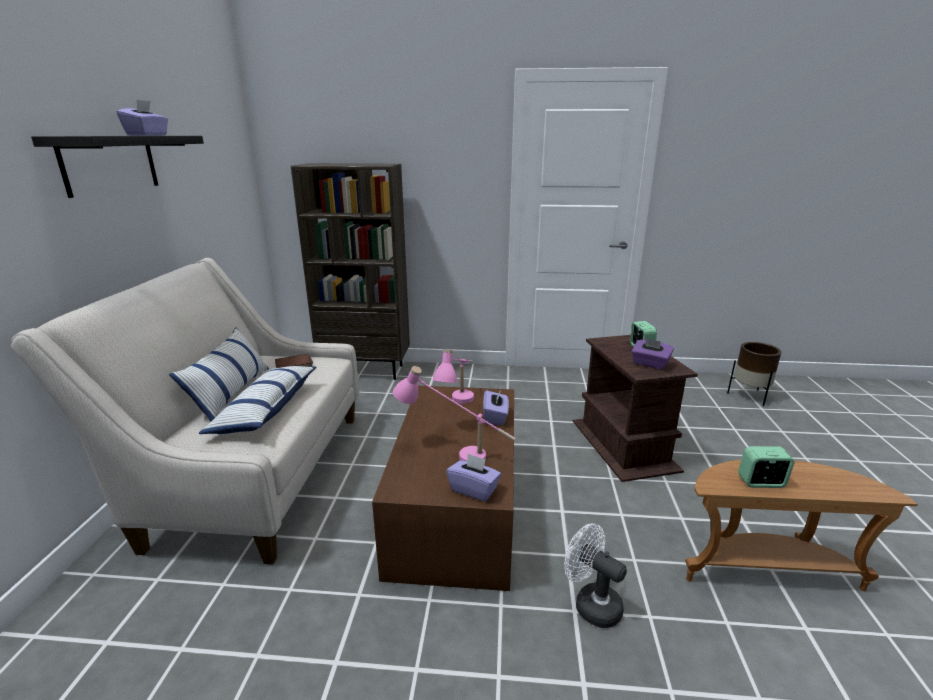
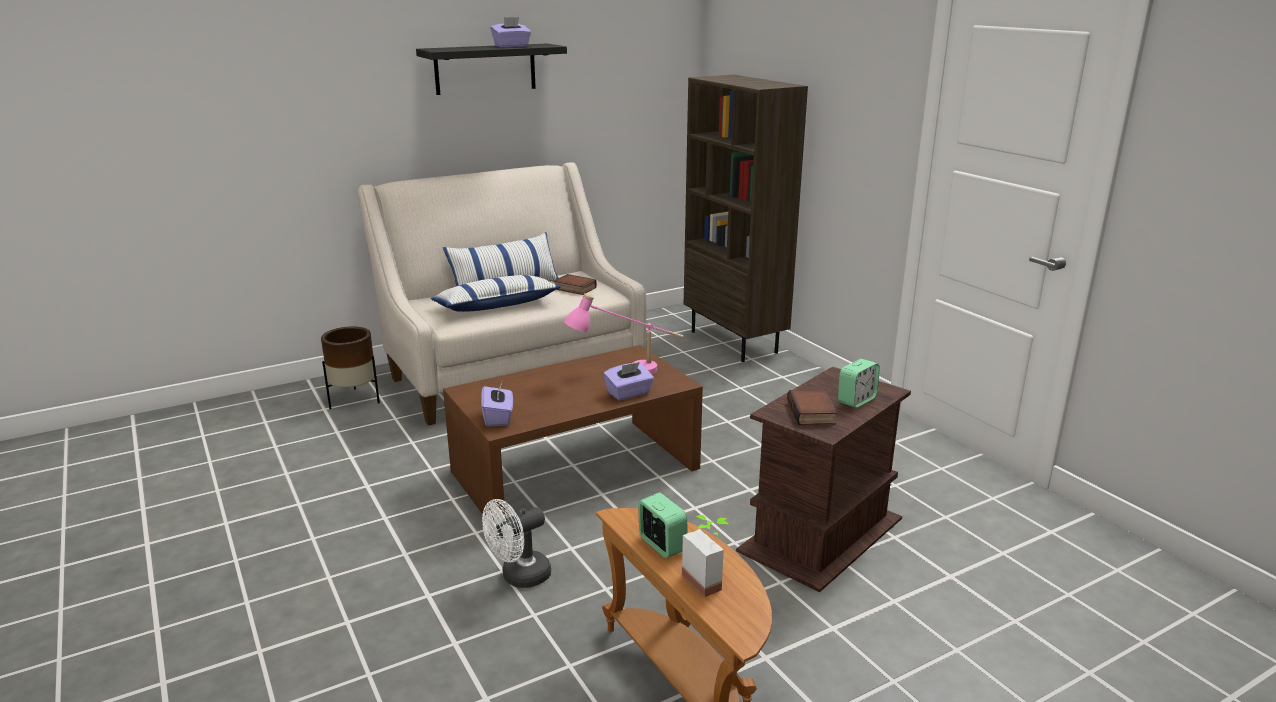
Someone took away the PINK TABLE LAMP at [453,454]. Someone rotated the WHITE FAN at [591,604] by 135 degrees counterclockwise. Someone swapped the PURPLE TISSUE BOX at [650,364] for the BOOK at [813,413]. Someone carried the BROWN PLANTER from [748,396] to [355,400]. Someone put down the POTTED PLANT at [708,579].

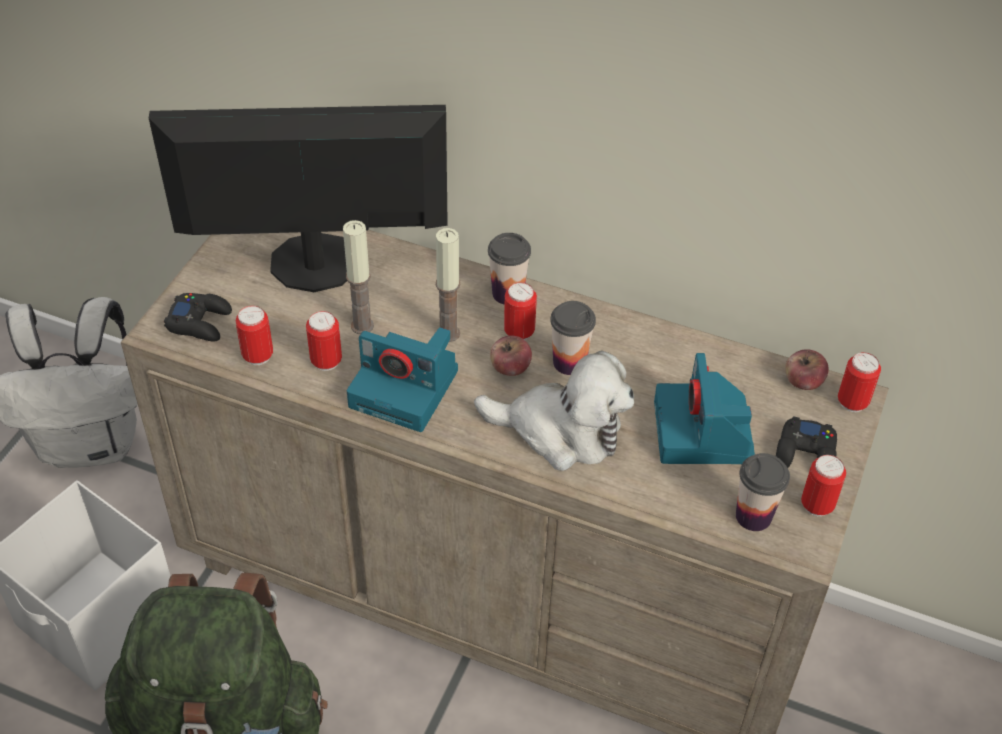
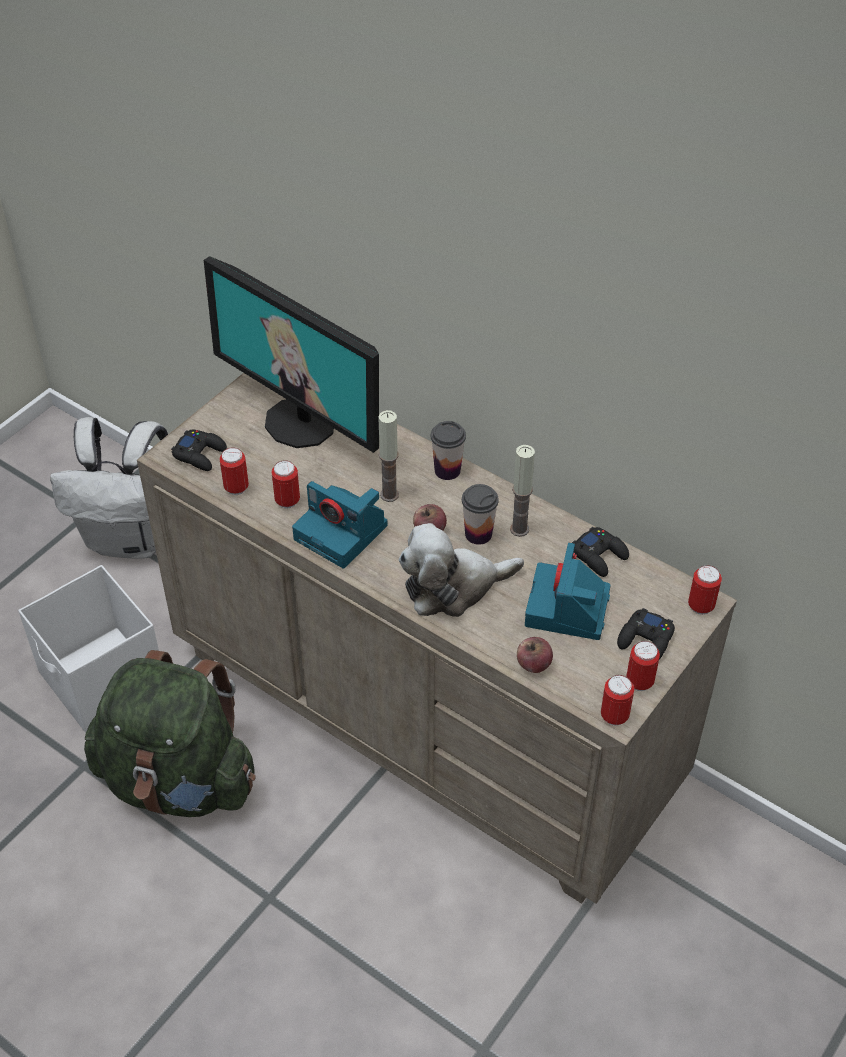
Someone rotated the MONITOR at [314,264] by 150 degrees counterclockwise. Someone carried the CANDLE from [362,326] to [519,529]. Someone rotated the PLUSH TOY at [561,431] by 135 degrees clockwise. Someone carried the CAN from [519,332] to [614,716]. Someone took away the CUP at [753,516]. Someone carried the APPLE from [802,382] to [533,664]. Someone put down the BLACK GAME CONTROLLER at [599,555].

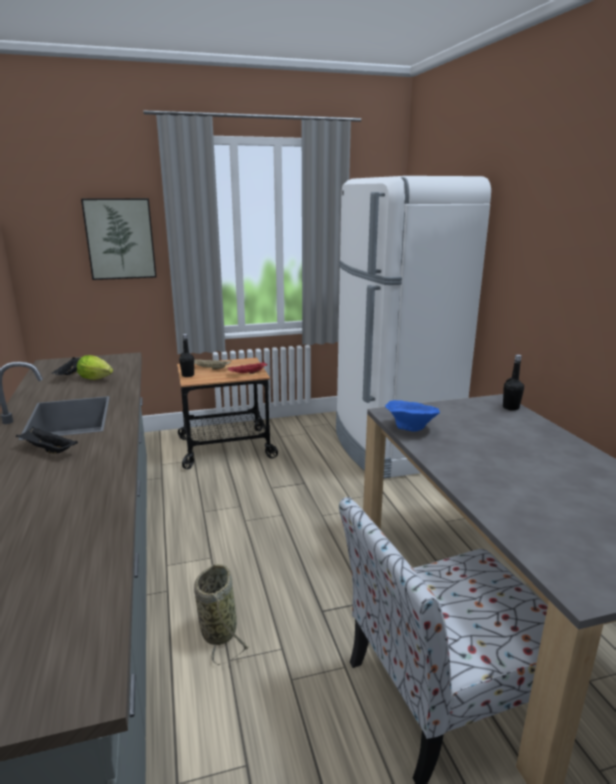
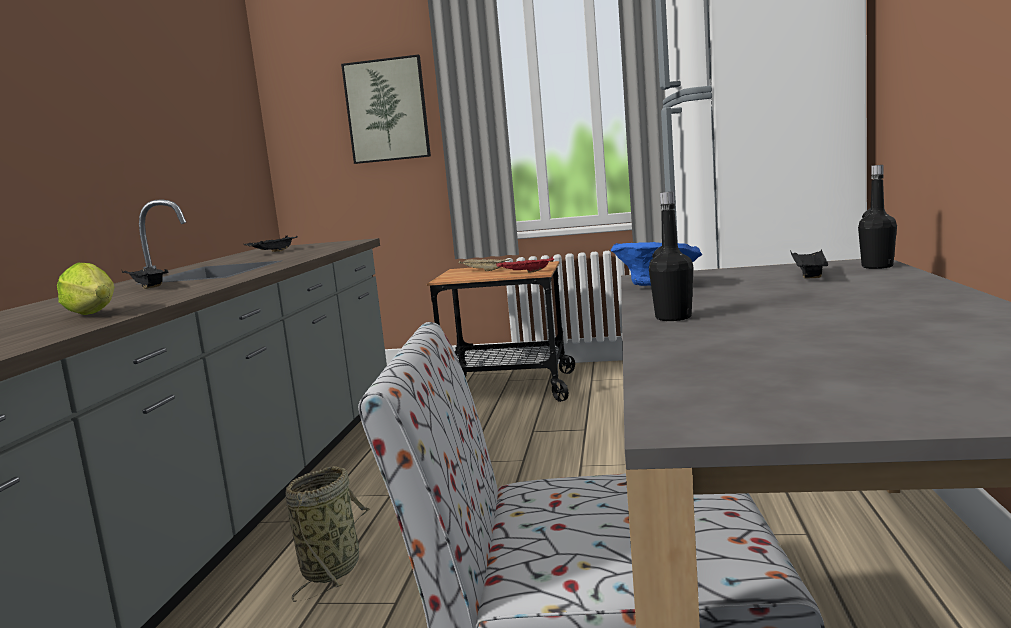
Someone carried the LETTUCE from [97,379] to [95,314]. Someone carried the BLACK BOTTLE from [188,375] to [673,318]. Someone put down the BLACK TRAY at [809,276].

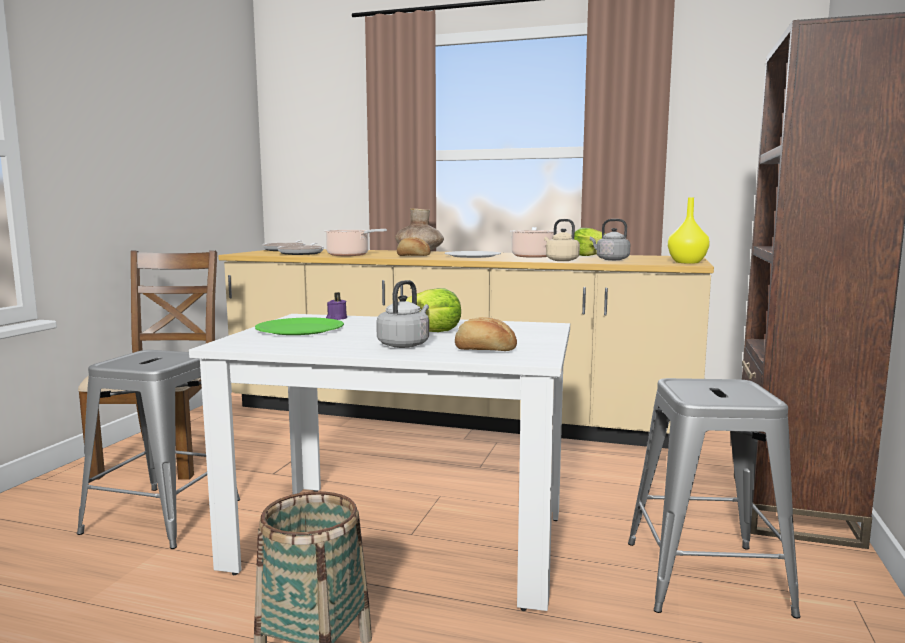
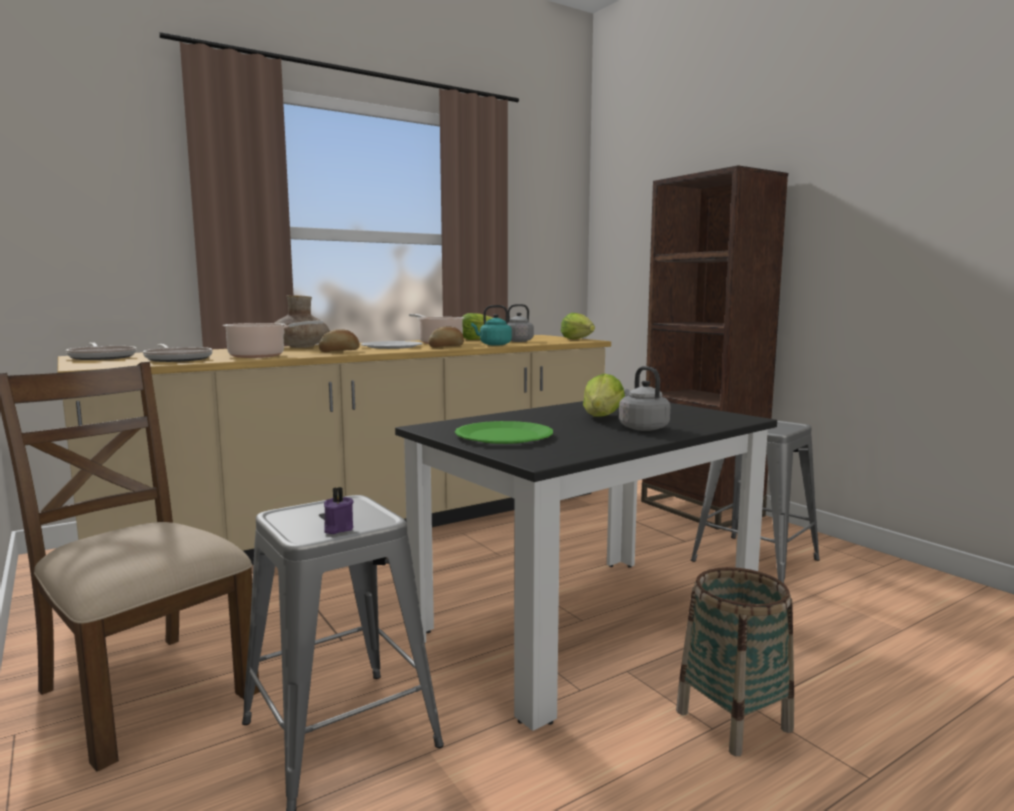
Someone repainted the WHITE DINING TABLE at [401,540], which became the BLACK DINING TABLE at [587,627]. Someone carried the PURPLE CANDLE from [336,318] to [337,528]. Someone carried the BREAD from [485,350] to [447,347]. Someone repainted the BEIGE KETTLE at [560,260], which became the TURQUOISE KETTLE at [493,344]. Someone swapped the YELLOW VASE at [687,262] for the LETTUCE at [577,339].

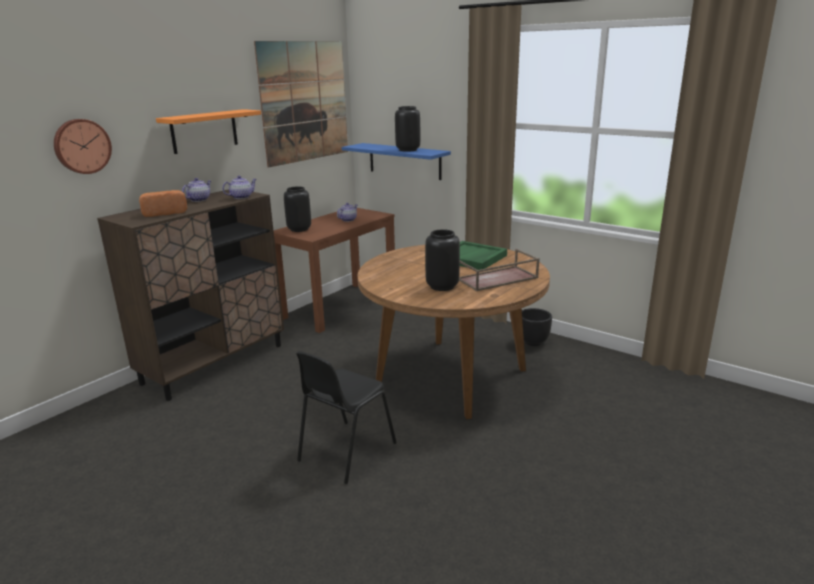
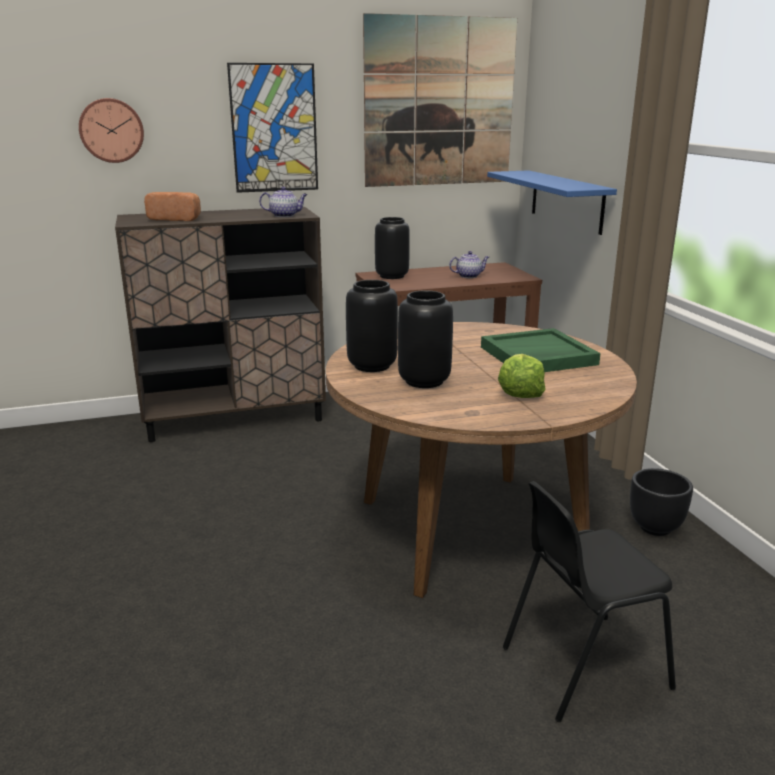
Someone swapped the ORANGE SHELF at [204,131] for the PICTURE at [274,128]. Someone took away the TEAPOT at [199,200]. Someone carried the BLACK CHAIR from [345,452] to [582,666]. Someone carried the BLACK VASE from [408,150] to [372,366]. Someone swapped the BROWN TRAY at [497,279] for the LETTUCE at [520,392].

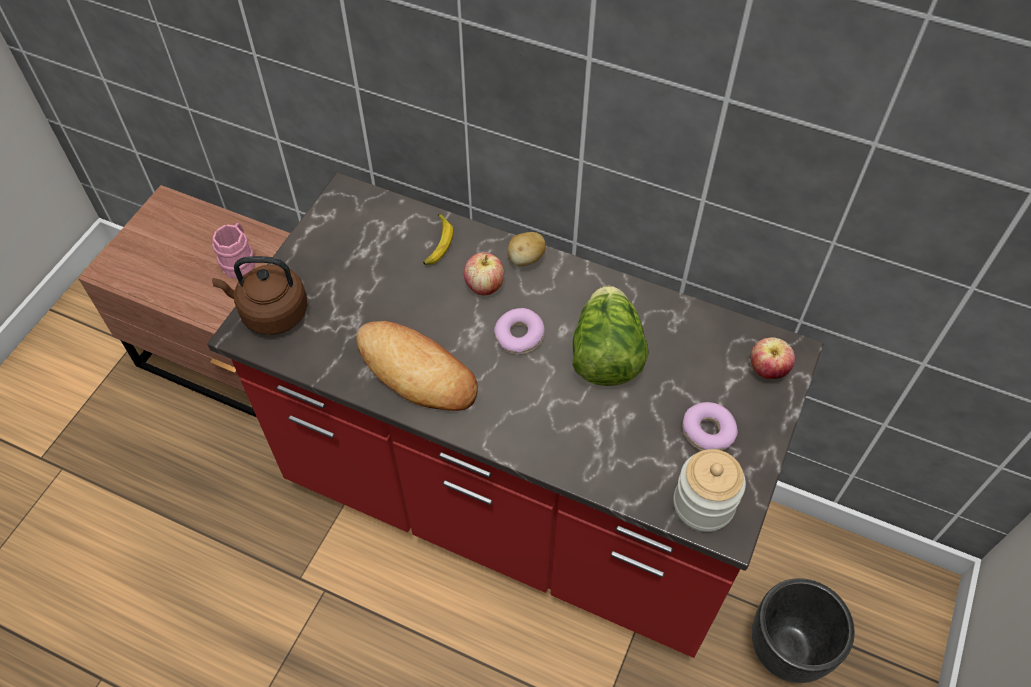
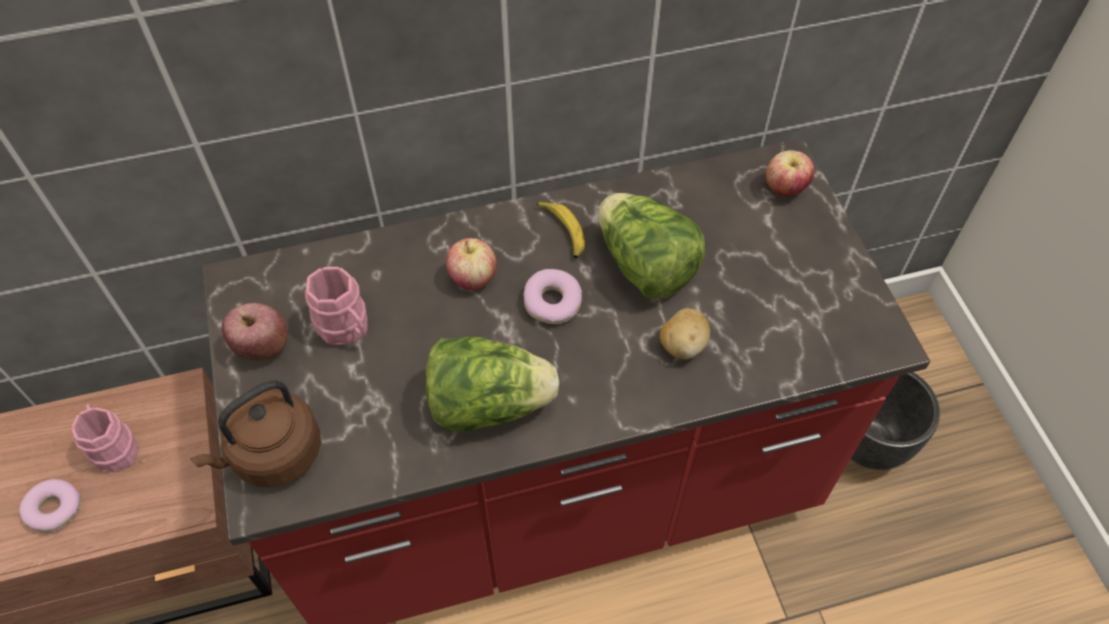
Someone swapped the BREAD at [417,371] for the LETTUCE at [488,404]. Someone carried the BANANA from [437,244] to [563,232]. Someone carried the POTATO from [525,259] to [682,345]. Someone took away the JAR at [703,504]. Someone carried the DONUT from [708,432] to [55,509]. Someone put down the APPLE at [262,347]. Someone put down the PINK MUG at [347,329].

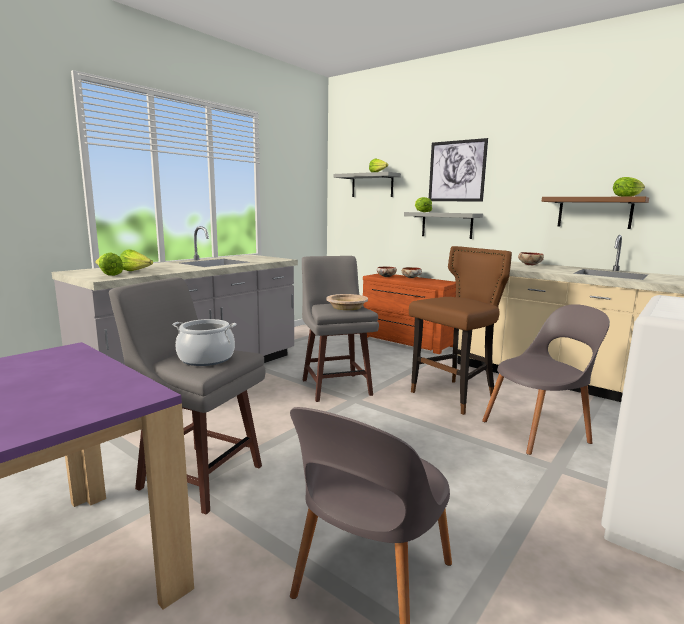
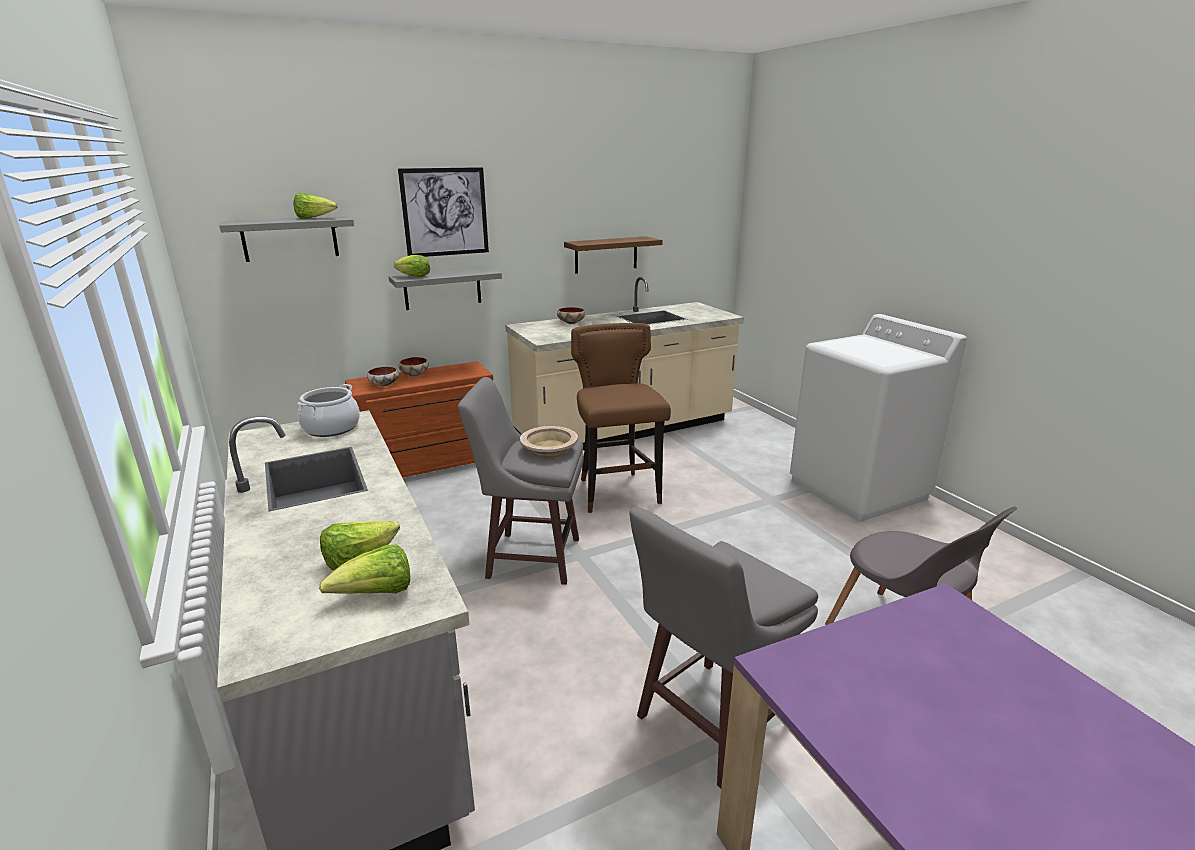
Someone carried the COOKING POT from [206,359] to [331,428]. Someone took away the GREY CHAIR at [538,431]. Someone took away the LETTUCE at [627,196].

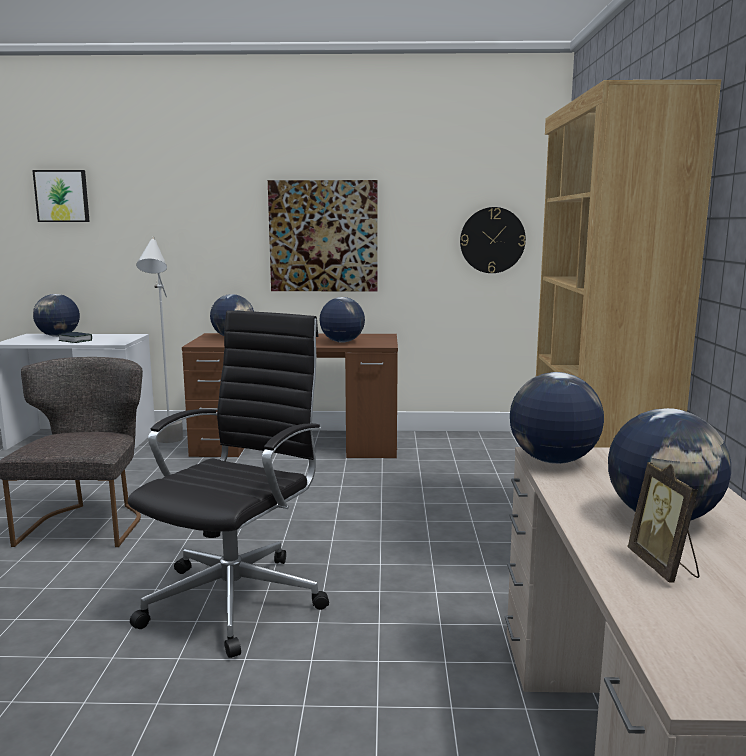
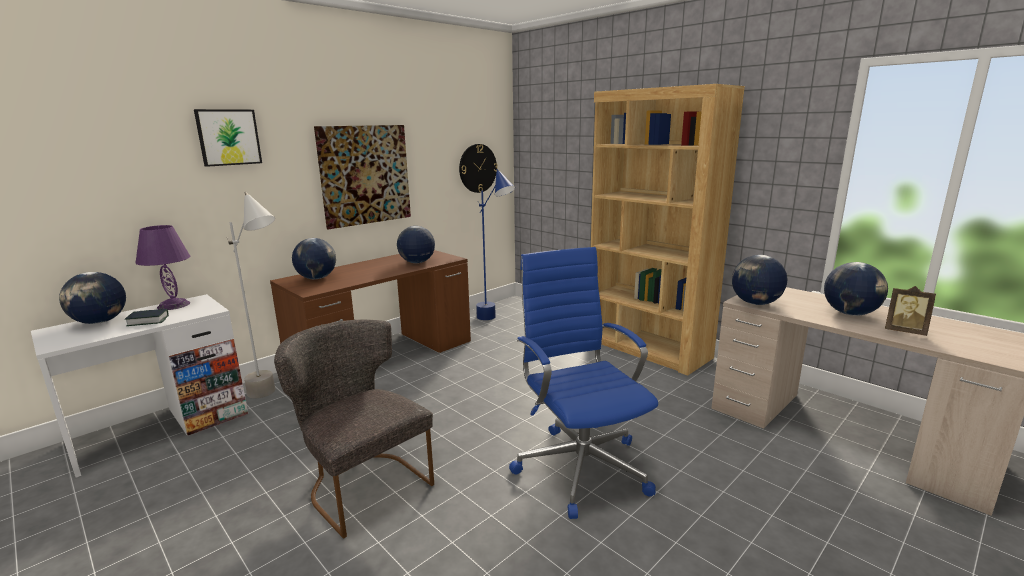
Someone carried the PICTURE from [62,196] to [228,137]. Someone repainted the BLACK OFFICE CHAIR at [238,598], which became the BLUE OFFICE CHAIR at [580,465]. Someone put down the PURPLE TABLE LAMP at [173,305]. Someone put down the BLUE FLOOR LAMP at [495,321].

